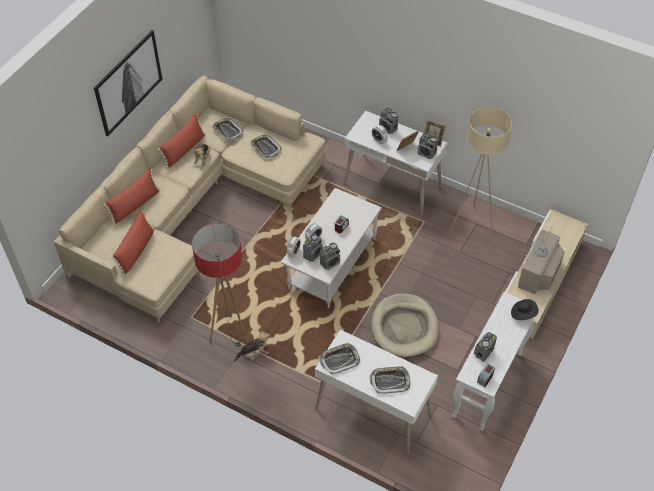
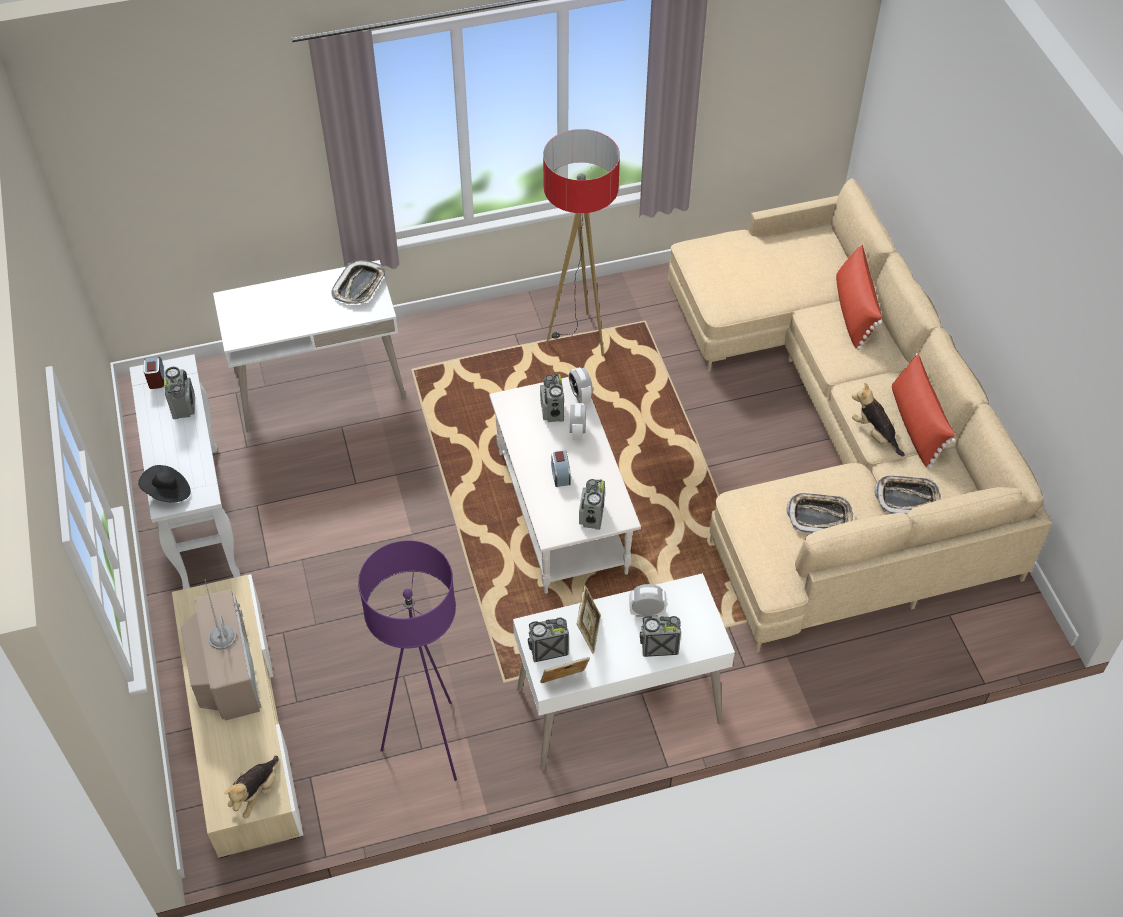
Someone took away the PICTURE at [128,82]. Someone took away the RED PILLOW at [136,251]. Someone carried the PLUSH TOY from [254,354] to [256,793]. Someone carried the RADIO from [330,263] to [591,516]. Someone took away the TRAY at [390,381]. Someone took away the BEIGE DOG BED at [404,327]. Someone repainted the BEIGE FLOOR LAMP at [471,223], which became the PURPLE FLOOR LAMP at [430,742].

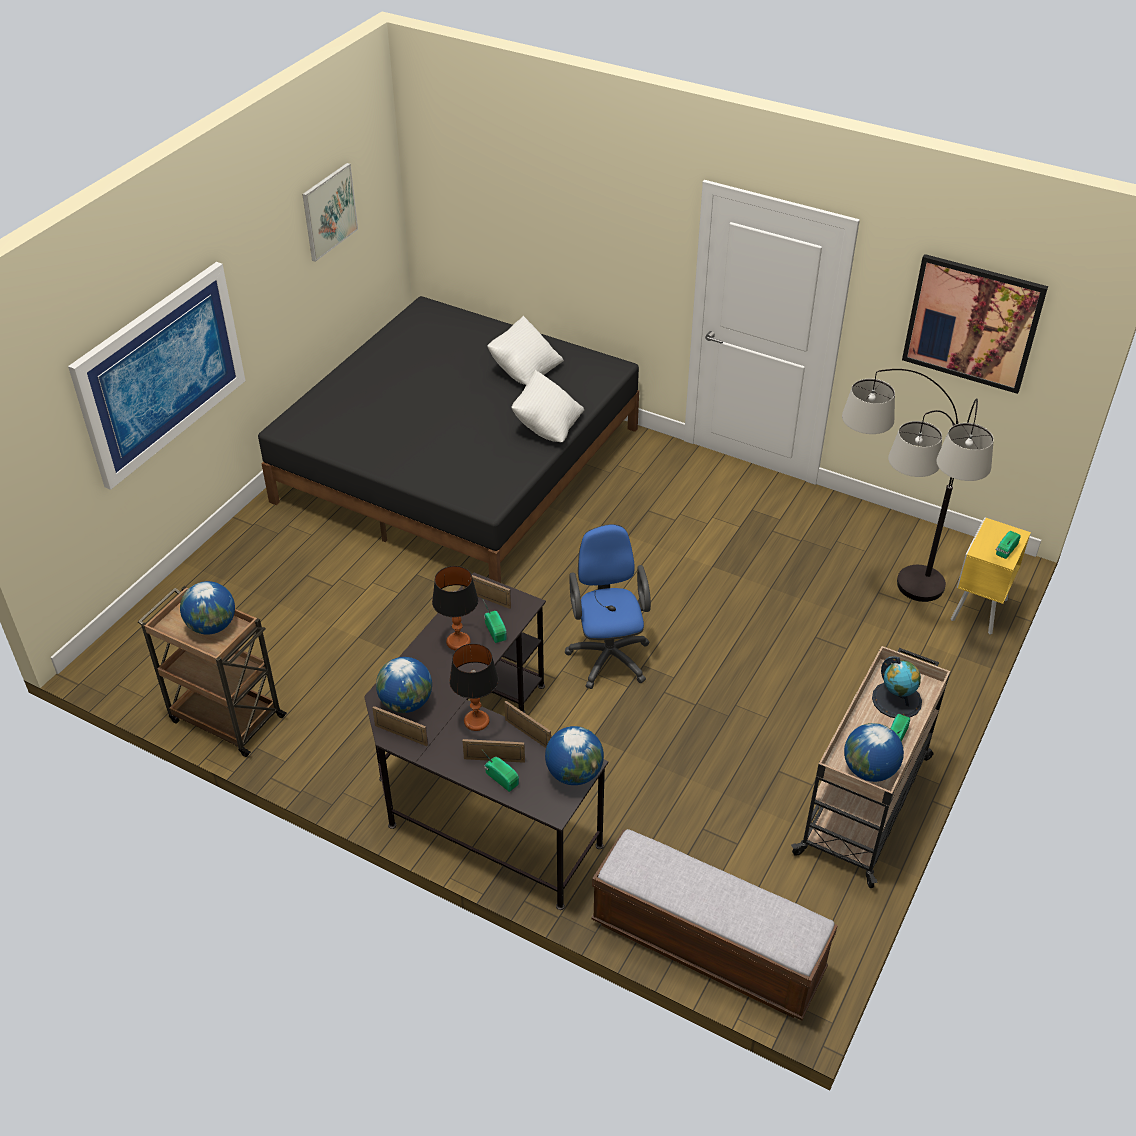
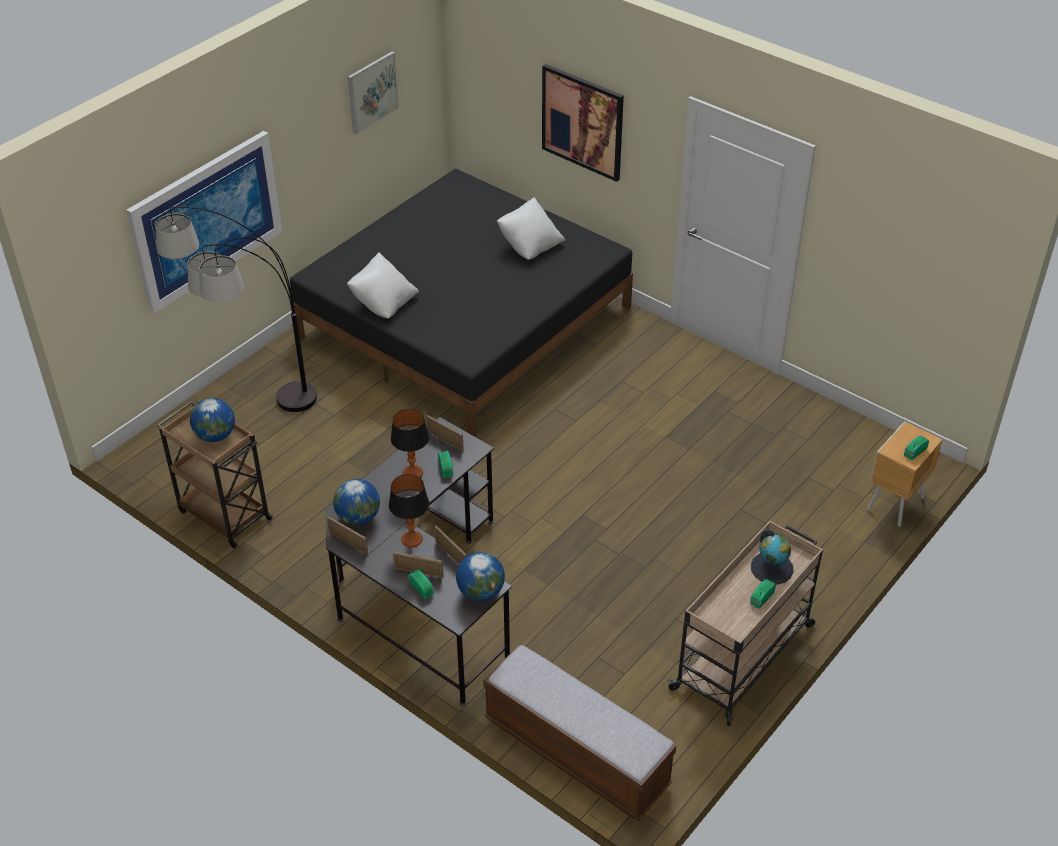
Someone carried the WHITE PILLOW from [547,427] to [383,303]. Someone took away the BLUE OFFICE CHAIR at [608,654]. Someone carried the FLOOR LAMP from [889,616] to [254,420]. Someone took away the GLOBE at [869,770]. Someone carried the PICTURE from [972,323] to [582,122]. Someone repainted the YELLOW NIGHTSTAND at [977,611], which became the BROWN NIGHTSTAND at [893,505].

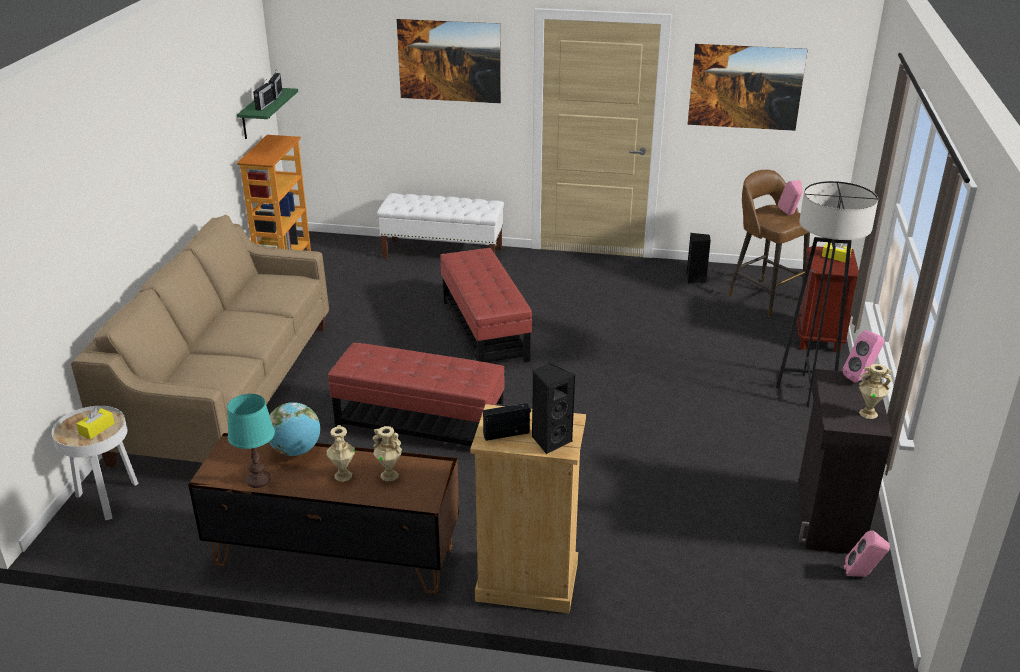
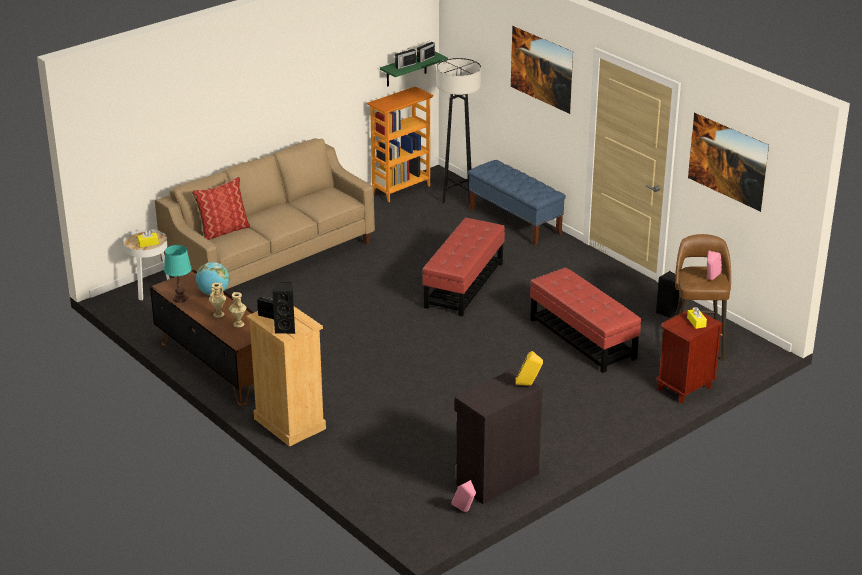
Someone carried the RED OTTOMAN from [419,423] to [583,339]. Someone repainted the WHITE BENCH at [443,253], which became the BLUE BENCH at [515,221]. Someone carried the GREY FLOOR LAMP from [805,390] to [457,197]. Someone repainted the PINK SPEAKER at [860,378], which became the YELLOW SPEAKER at [528,385]. Someone took away the BEIGE VASE at [868,413]. Someone put down the PILLOW at [223,231].

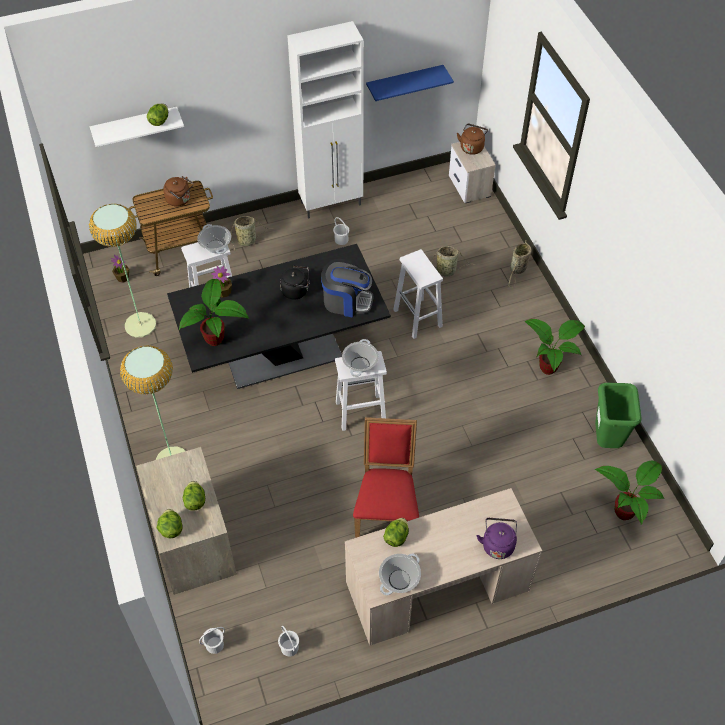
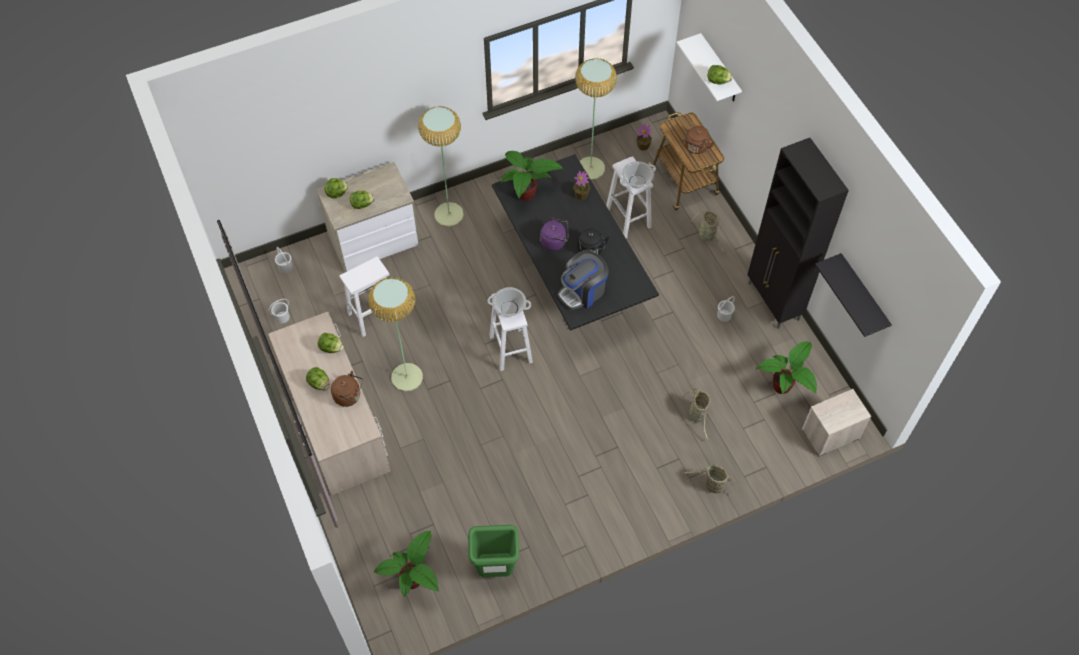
Someone repainted the WHITE CABINET at [332,204], which became the BLACK CABINET at [773,302]. Someone rotated the COFFEE MACHINE at [346,301] by 45 degrees clockwise. Someone swapped the RED CHAIR at [386,511] for the FLOOR LAMP at [407,377]. Someone repainted the BLUE SHELF at [404,83], which became the BLACK SHELF at [863,295]. Someone took away the COOKING POT at [399,580]. Someone carried the WHITE STOOL from [418,318] to [372,316]. Someone carried the BROWN KETTLE from [472,147] to [349,396]. Someone carried the PURPLE KETTLE from [497,544] to [555,241]. Someone carried the POTTED PLANT from [549,367] to [783,389]. Someone put down the LETTUCE at [319,383].

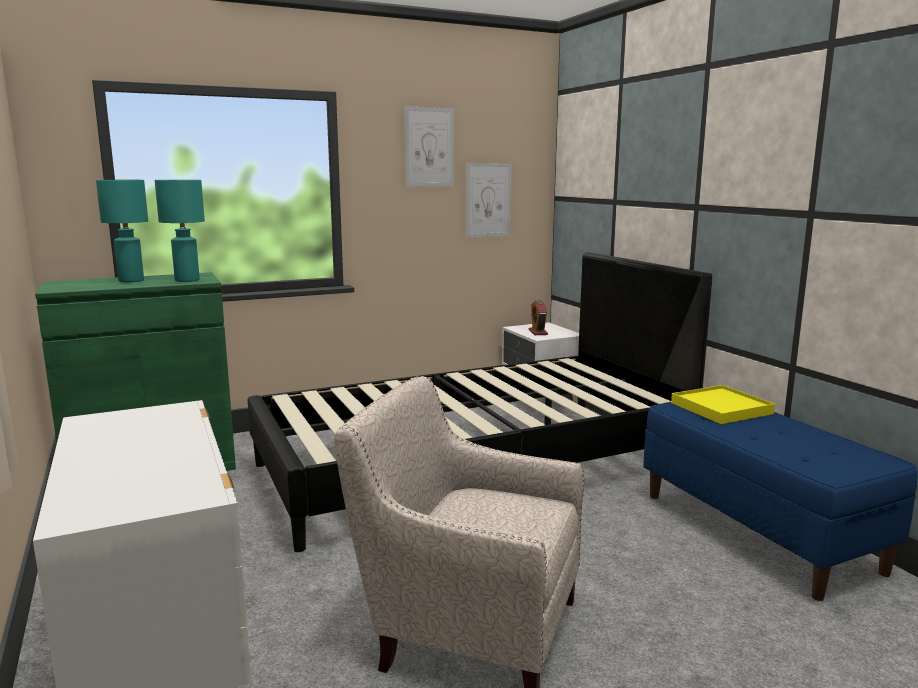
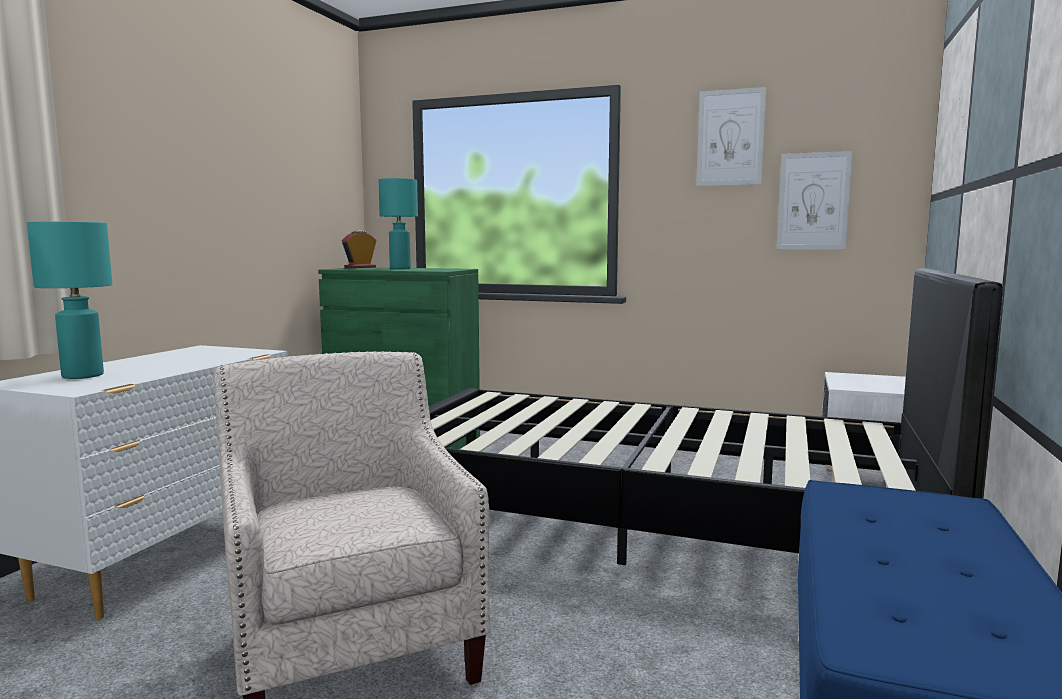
Someone carried the TURQUOISE TABLE LAMP from [187,280] to [81,376]. Someone carried the ALARM CLOCK from [538,332] to [360,267]. Someone took away the YELLOW TRAY at [721,408].

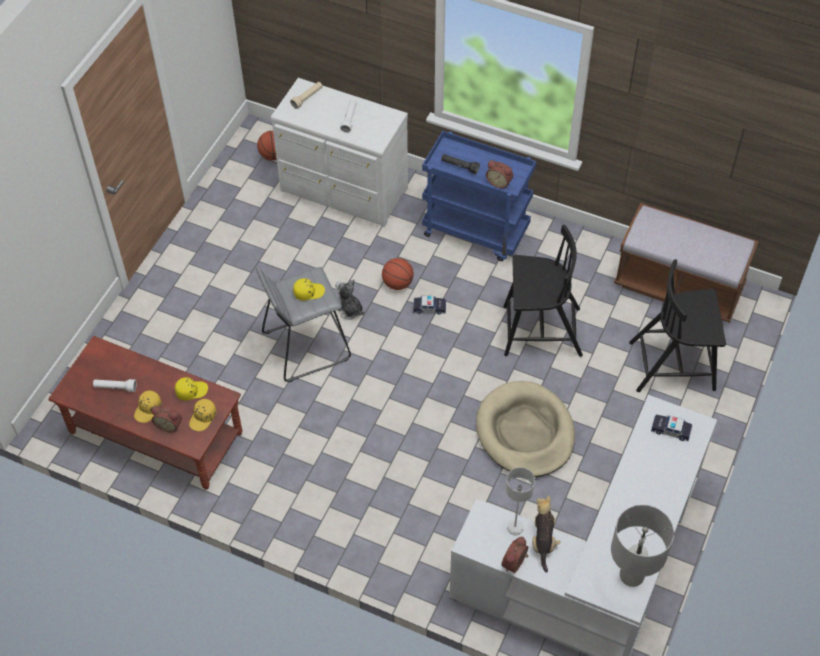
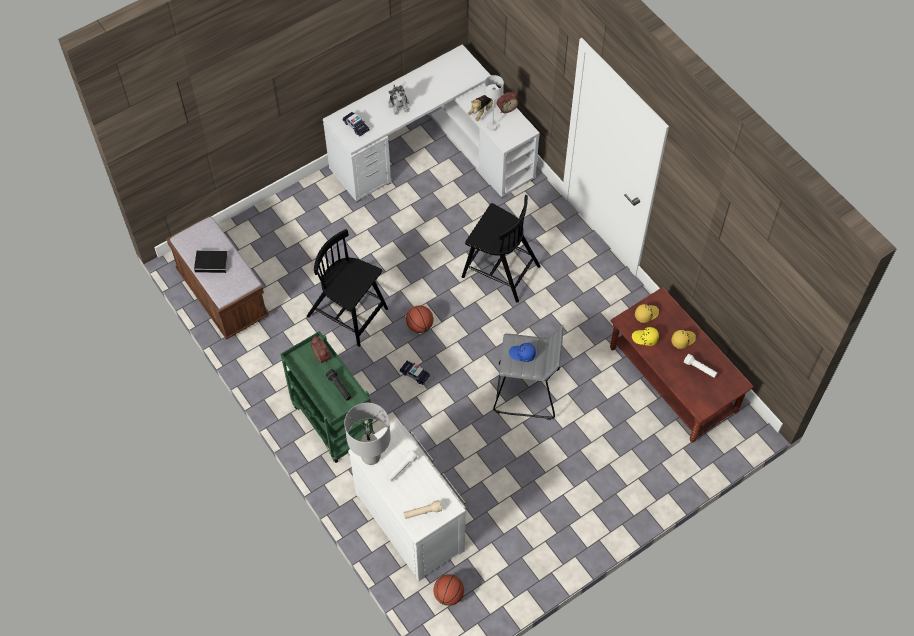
Someone took away the ALARM CLOCK at [169,424]. Someone repainted the YELLOW CAP at [308,292], which became the BLUE CAP at [522,354]. Someone carried the PLUSH TOY from [349,310] to [399,104]. Someone carried the BASKETBALL from [398,283] to [419,326]. Someone repainted the BLUE CART at [476,231], which became the GREEN CART at [331,420]. Someone took away the BEIGE DOG BED at [525,432]. Someone carried the GREY TABLE LAMP from [631,575] to [370,457]. Someone carried the BLACK CHAIR from [674,365] to [499,270]. Someone put down the BOOK at [212,263].

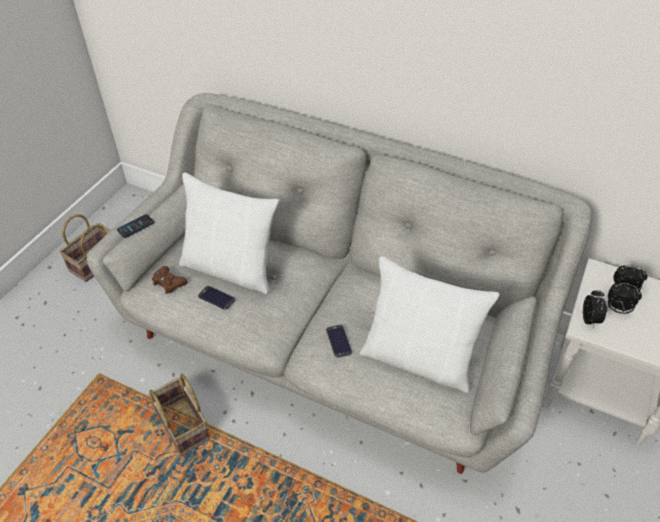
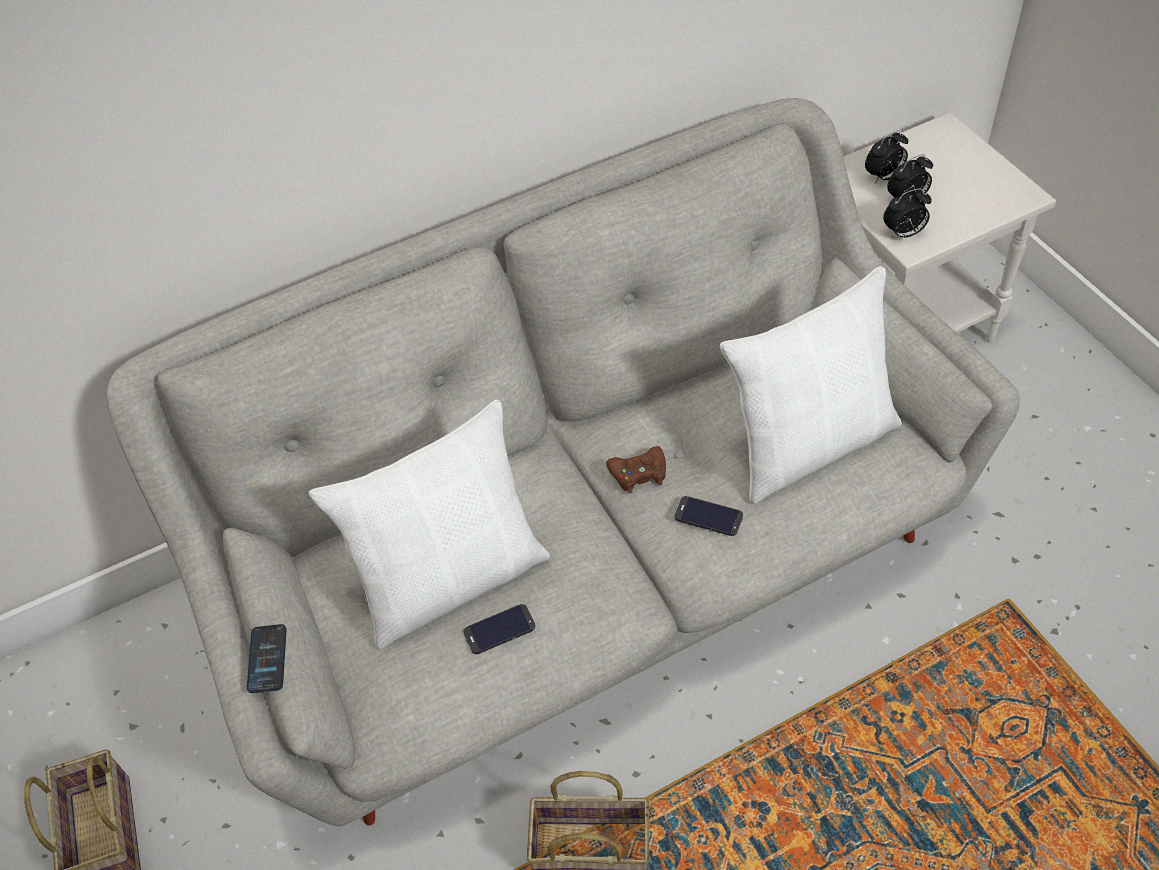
Someone carried the BROWN GAME CONTROLLER from [169,283] to [639,474]. Someone rotated the ALARM CLOCK at [590,320] by 120 degrees clockwise.

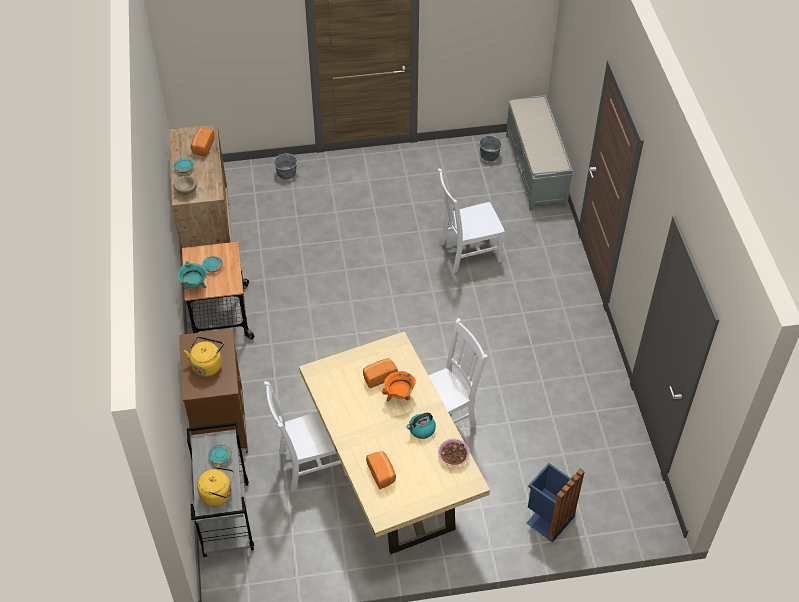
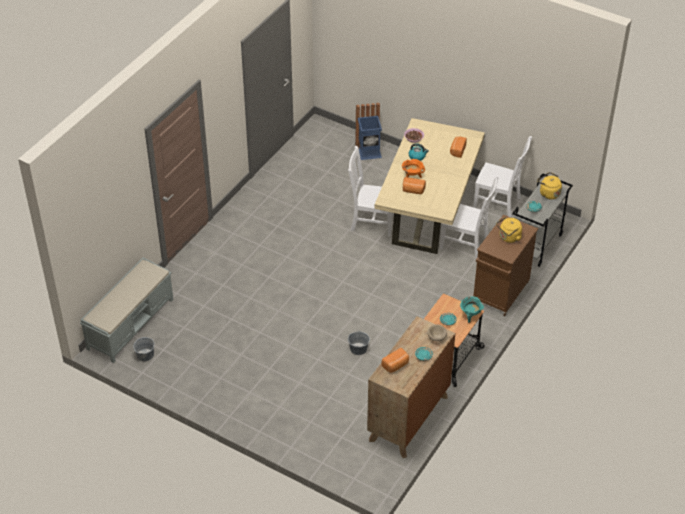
Someone carried the GREY BUCKET from [286,173] to [358,349]. Someone carried the WHITE CHAIR from [467,252] to [498,203].

